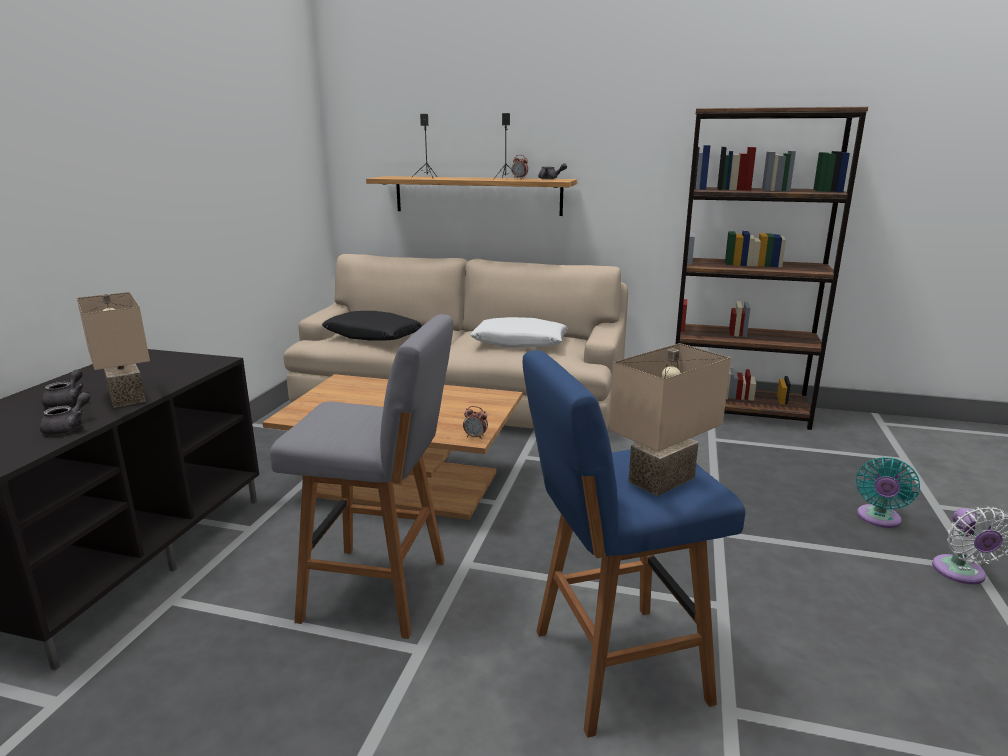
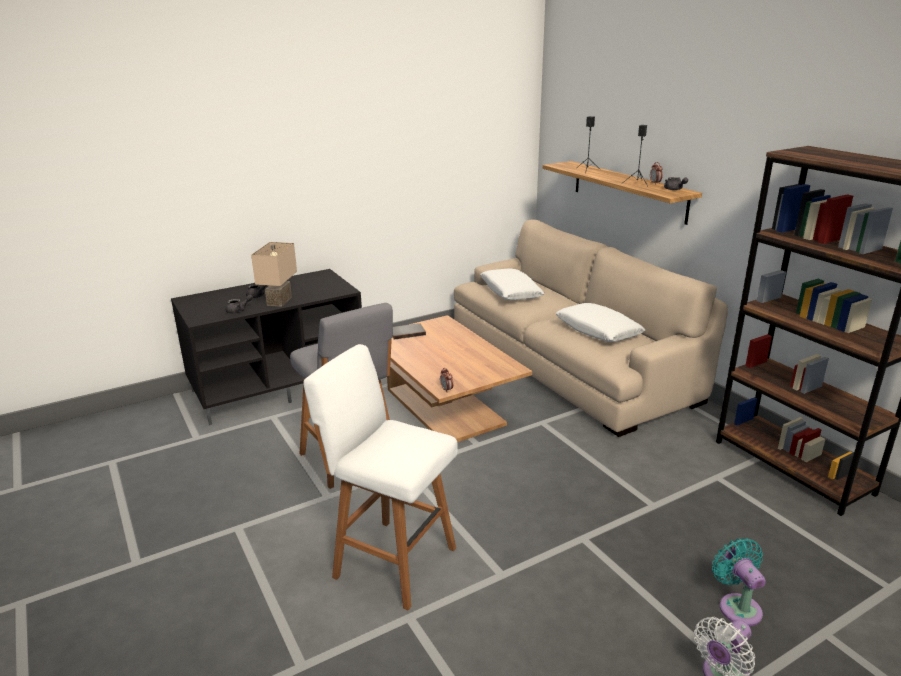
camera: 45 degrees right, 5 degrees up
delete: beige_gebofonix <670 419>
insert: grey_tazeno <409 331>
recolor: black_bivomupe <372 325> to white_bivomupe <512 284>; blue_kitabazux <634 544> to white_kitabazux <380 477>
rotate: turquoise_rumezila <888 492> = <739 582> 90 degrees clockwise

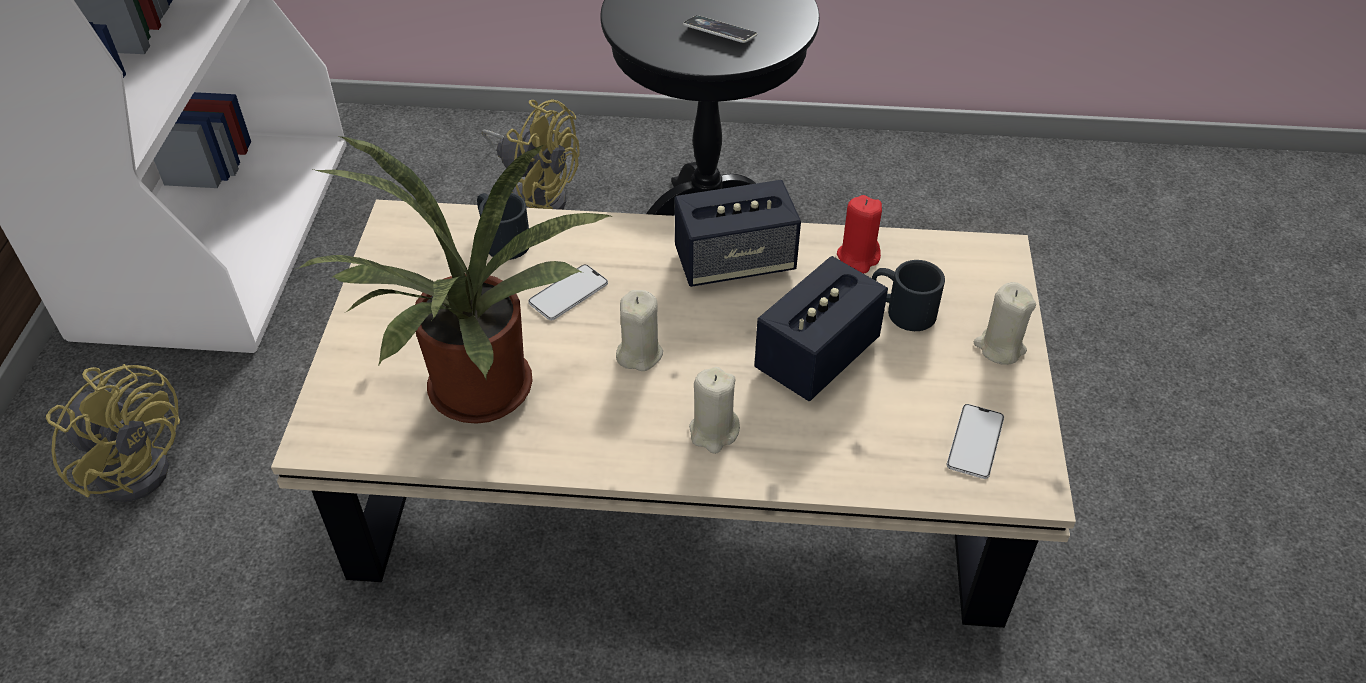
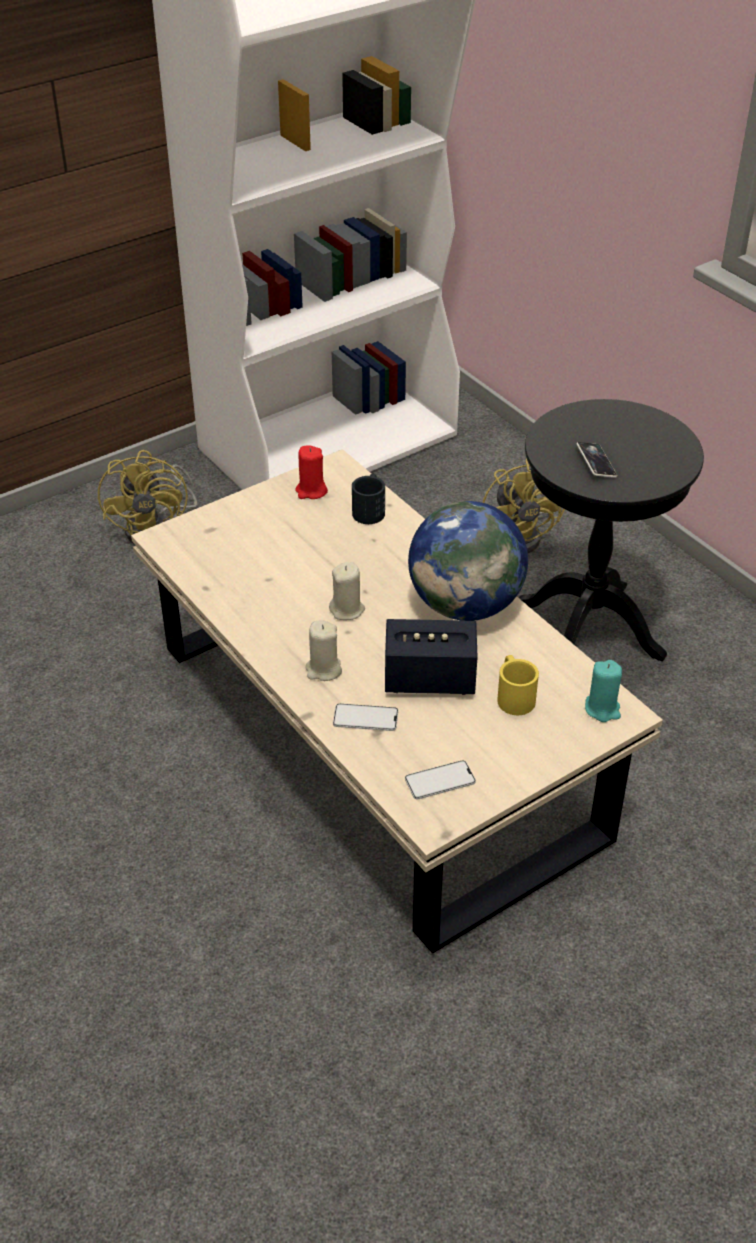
camera: 50 degrees right, 5 degrees down
delete: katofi <454 280>; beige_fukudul <1005 323>
insert: turquoise_fukudul <603 691>
move: red_fukudul <859 234> to <311 472>; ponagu <568 292> to <365 717>
replace: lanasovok <738 233> to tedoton <468 561>
recolor: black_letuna <908 295> to yellow_letuna <518 685>

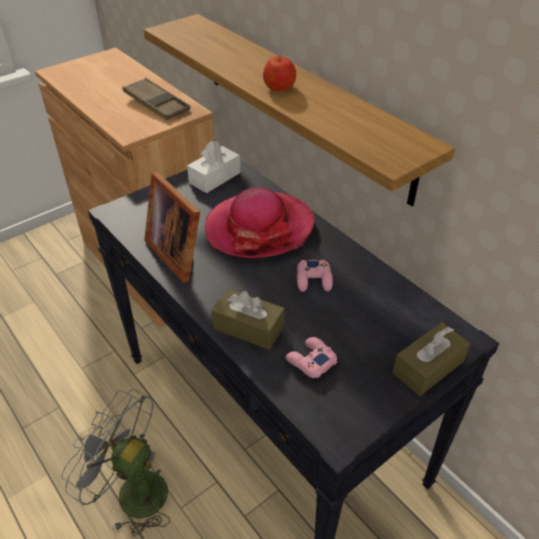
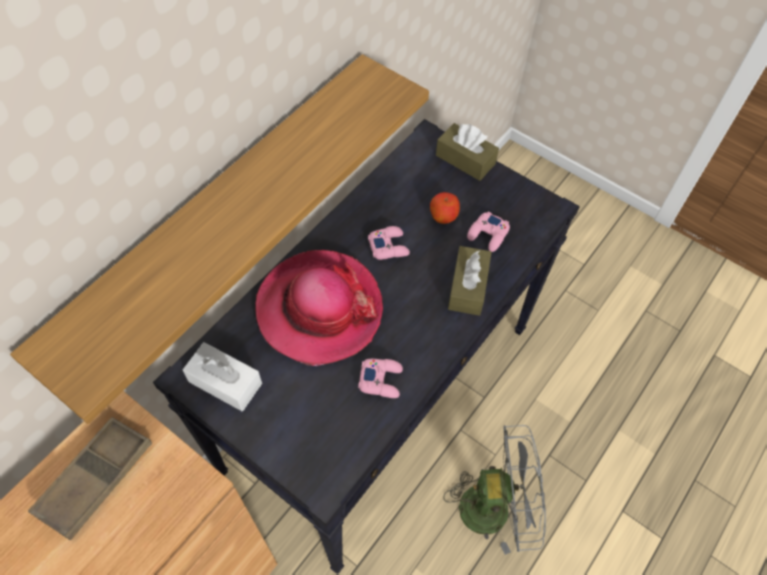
camera: 105 degrees left, 15 degrees up
move: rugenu <279 73> to <445 208>
replace: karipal <172 227> to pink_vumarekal <380 378>
rotate: grey_rumezila <115 463> = <495 490> 105 degrees counterclockwise

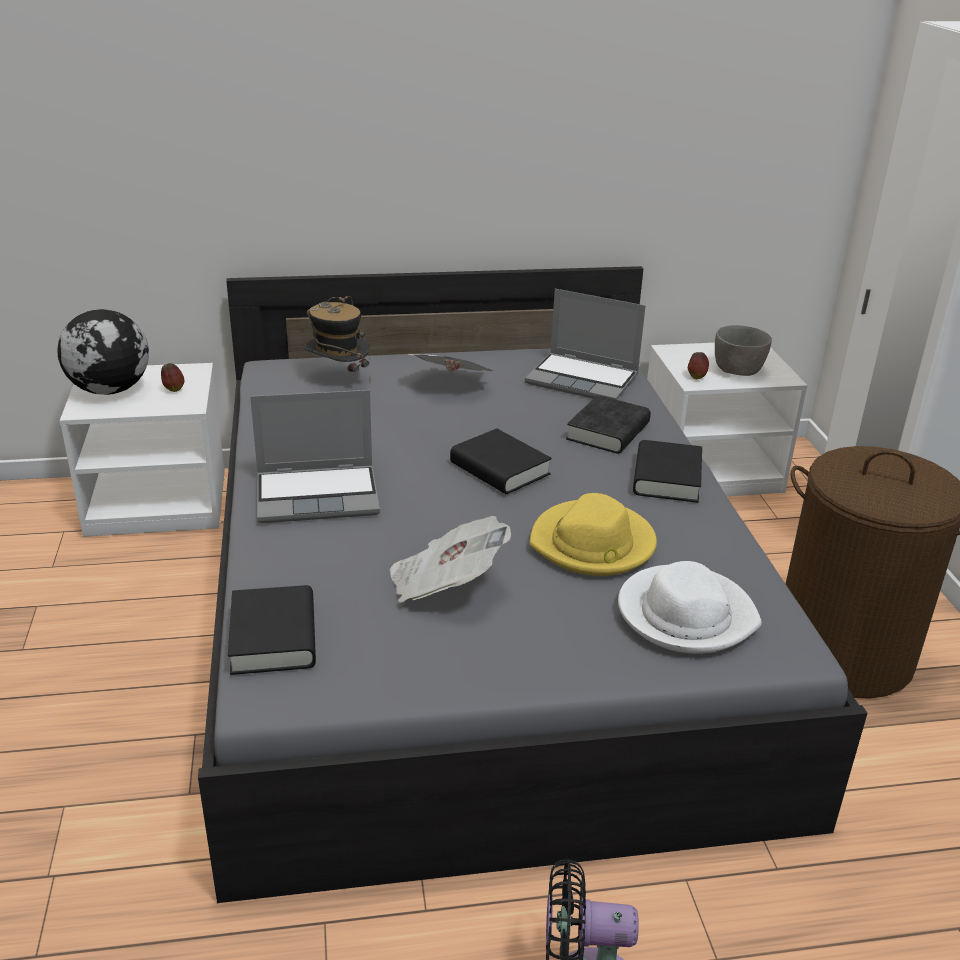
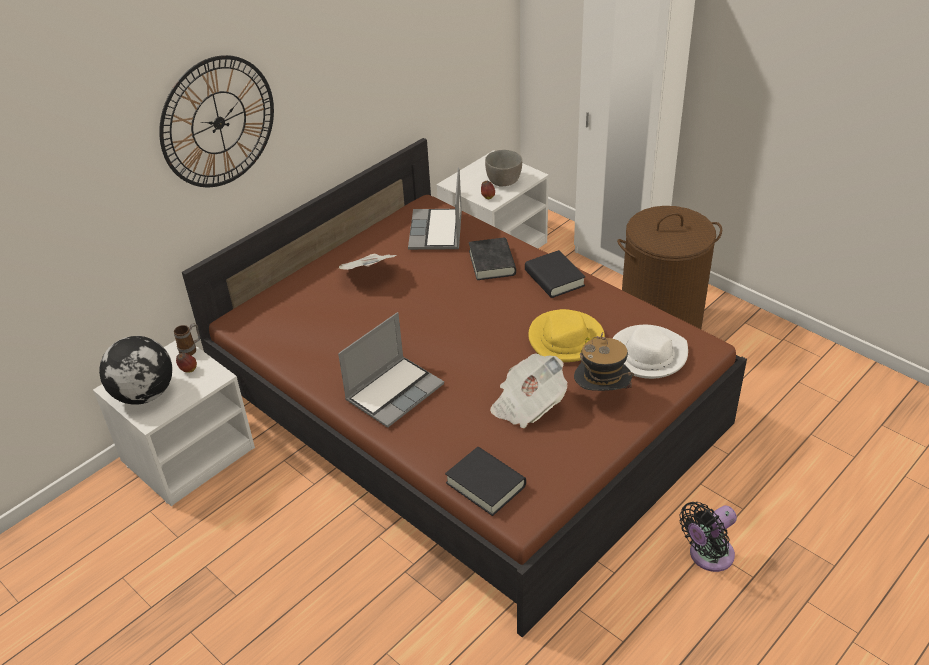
camera: 35 degrees left, 10 degrees up
delete: black_tazeno <501 461>
insert: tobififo <216 121>; letuna <187 339>
move: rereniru <337 338> to <604 361>
recolor: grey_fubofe <532 584> to brown_fubofe <464 388>
rotate: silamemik <585 344> = <435 208> 105 degrees clockwise

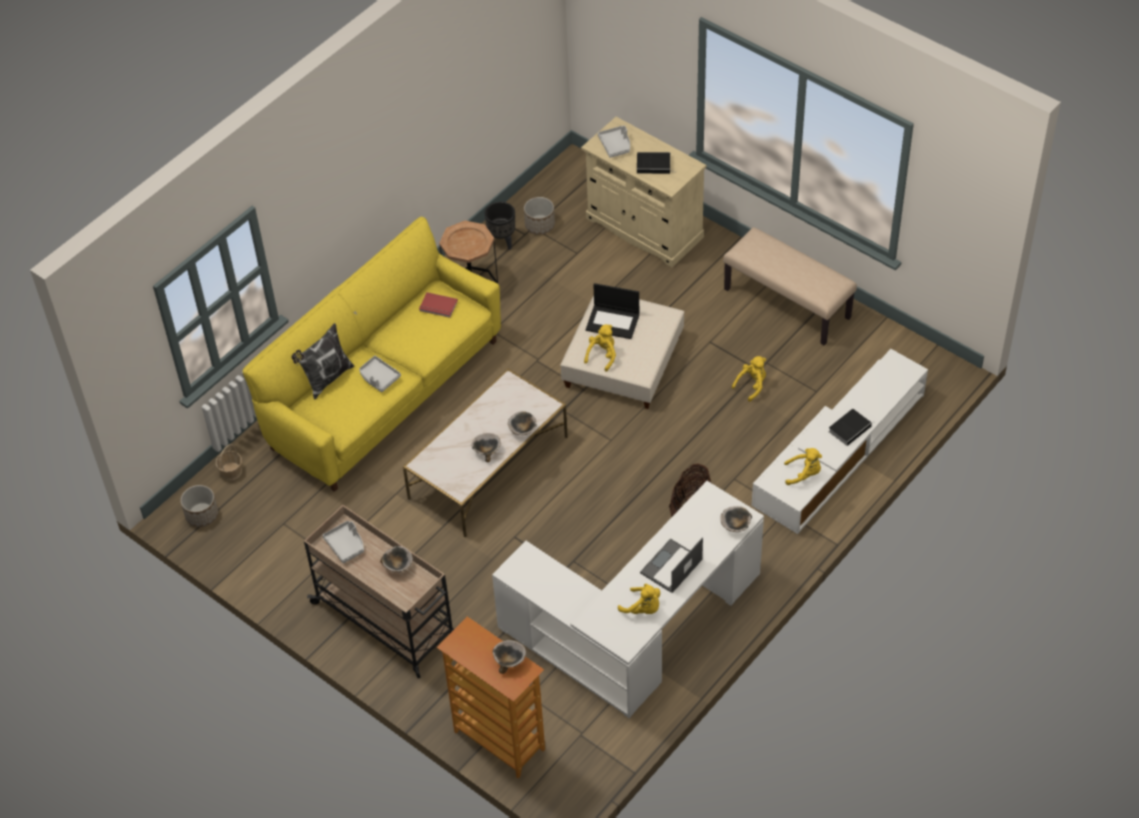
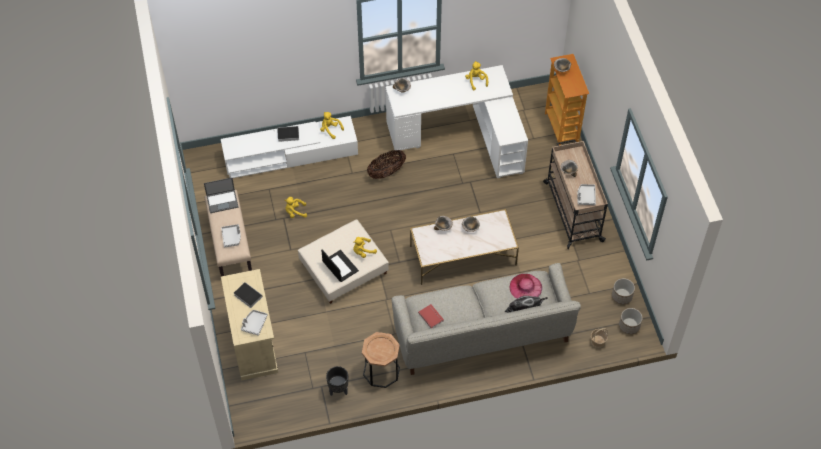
camera: 145 degrees left, 5 degrees up
insert: pink_rereniru <526 286>
move: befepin <539 216> to <623 291>; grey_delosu <380 374> to <231 235>; silamemik <671 565> to <221 195>
recolor: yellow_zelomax <371 354> to grey_zelomax <486 319>

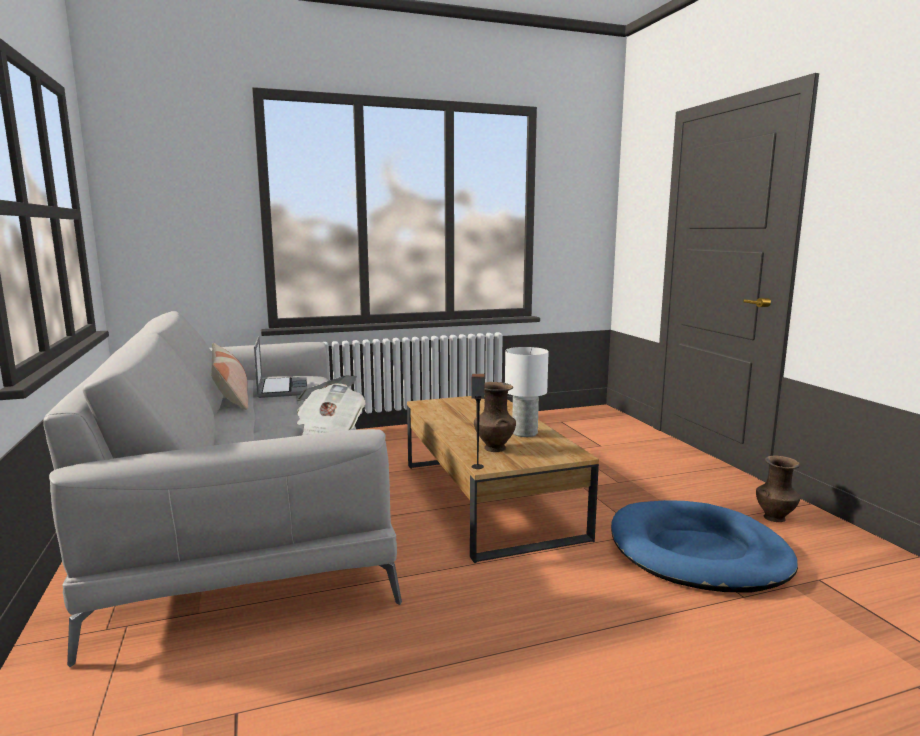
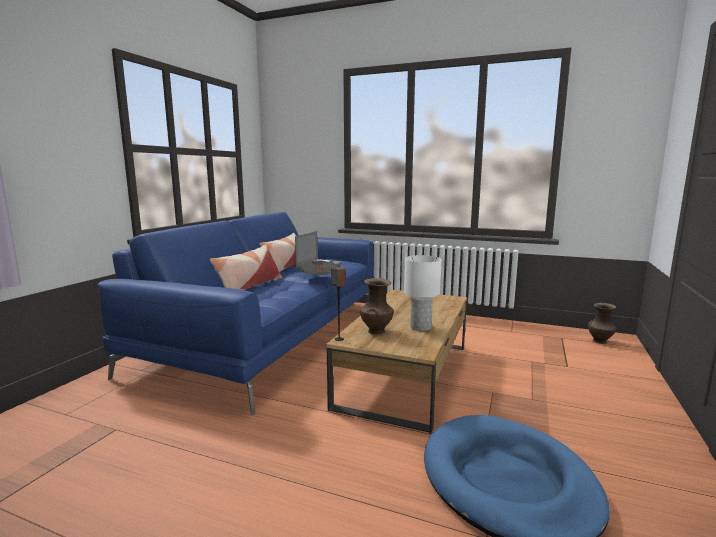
camera: 40 degrees right, 0 degrees up
delete: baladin <331 409>
insert: bivomupe <246 267>
move: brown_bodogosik <778 489> to <602 323>
recolor: grey_zelomax <222 489> to blue_zelomax <236 313>

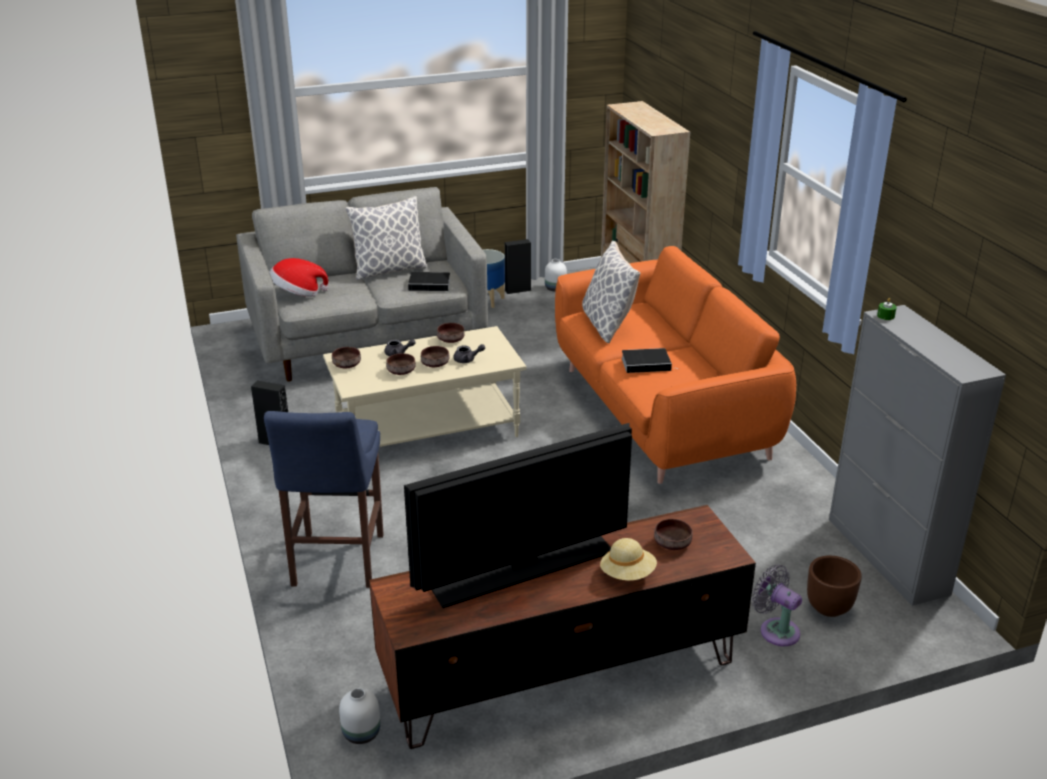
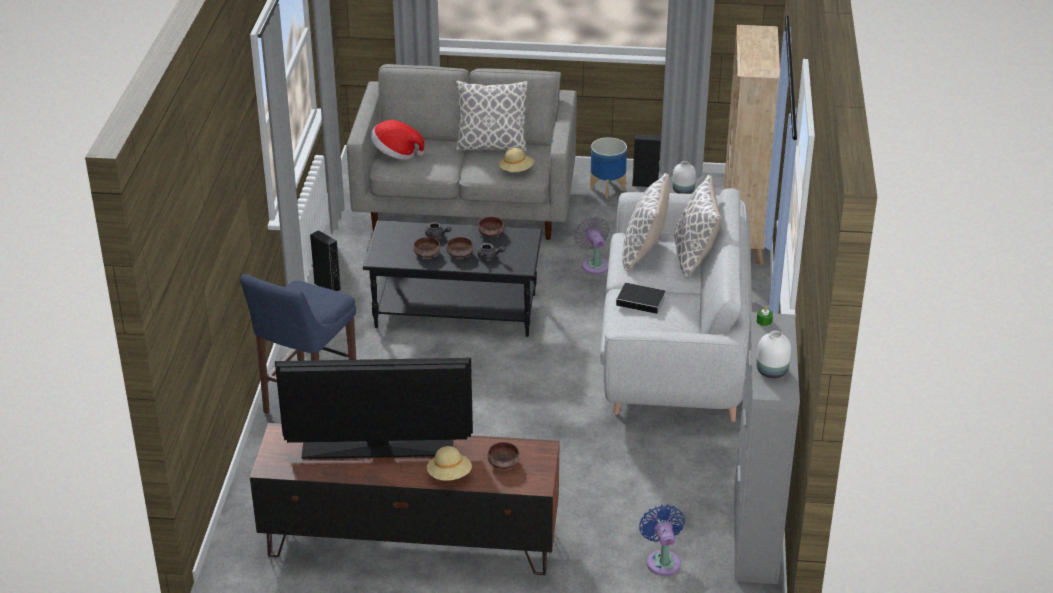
camera: 25 degrees right, 5 degrees up
delete: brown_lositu <346 357>
insert: bivomupe <697 226>
move: grey_rumezila <777 605> to <591 245>; white_bodogosik <359 716> to <773 354>
replace: tazeno <432 281> to beige_rereniru <516 160>; brown_befepin <834 586> to blue_rumezila <662 540>
recolor: orange_zelomax <675 365> to grey_zelomax <676 305>; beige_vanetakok <425 386> to black_vanetakok <452 278>

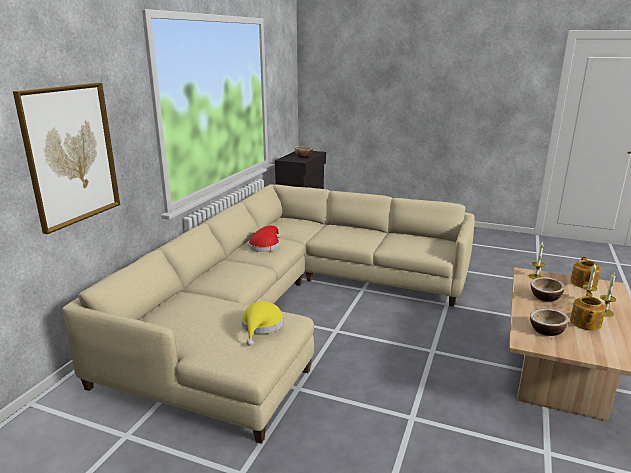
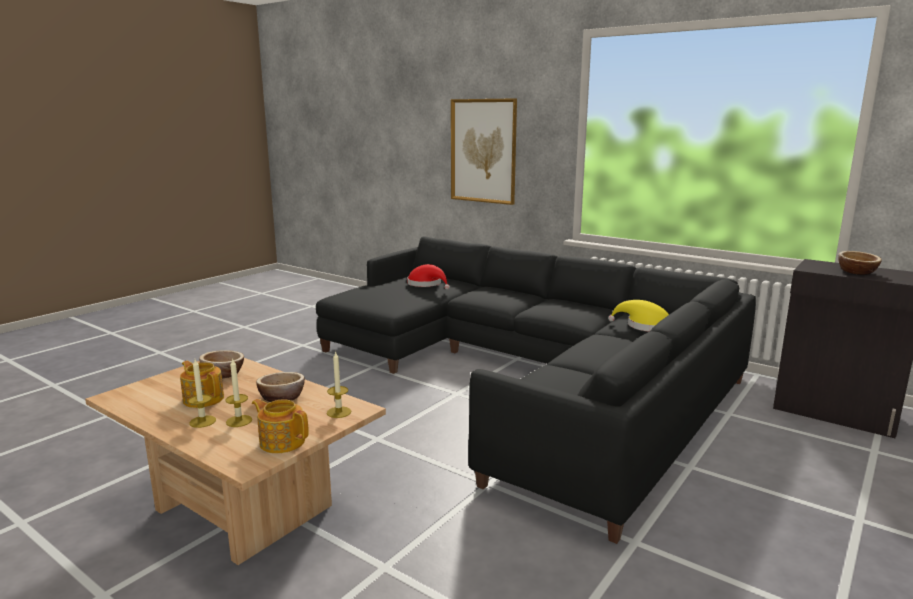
camera: 105 degrees right, 5 degrees down
move: red_rereniru <264 238> to <428 277>; yellow_rereniru <262 323> to <638 316>
recolor: beige_zelomax <268 314> to black_zelomax <536 390>

